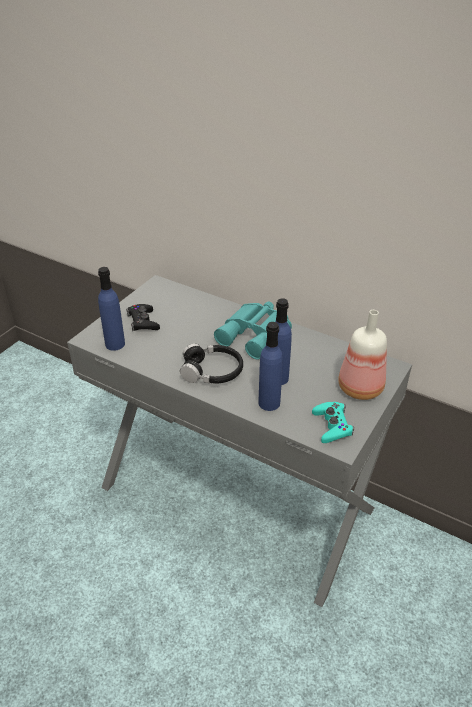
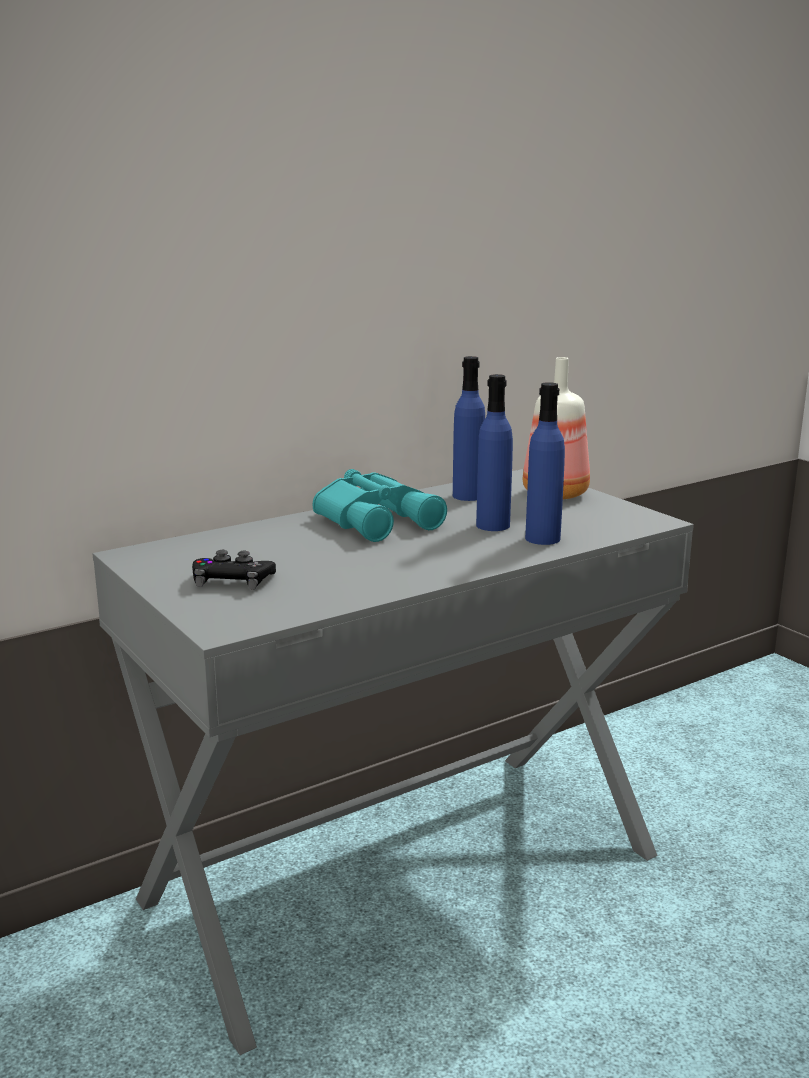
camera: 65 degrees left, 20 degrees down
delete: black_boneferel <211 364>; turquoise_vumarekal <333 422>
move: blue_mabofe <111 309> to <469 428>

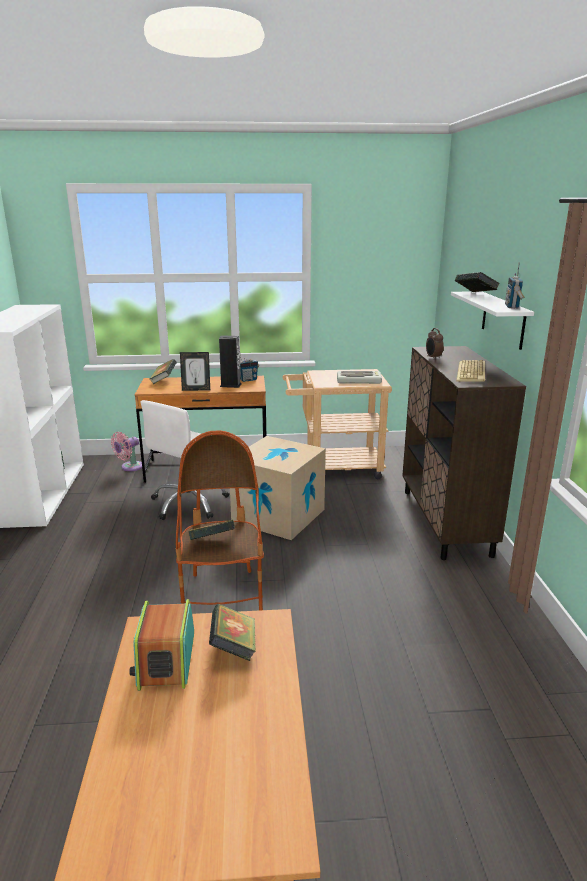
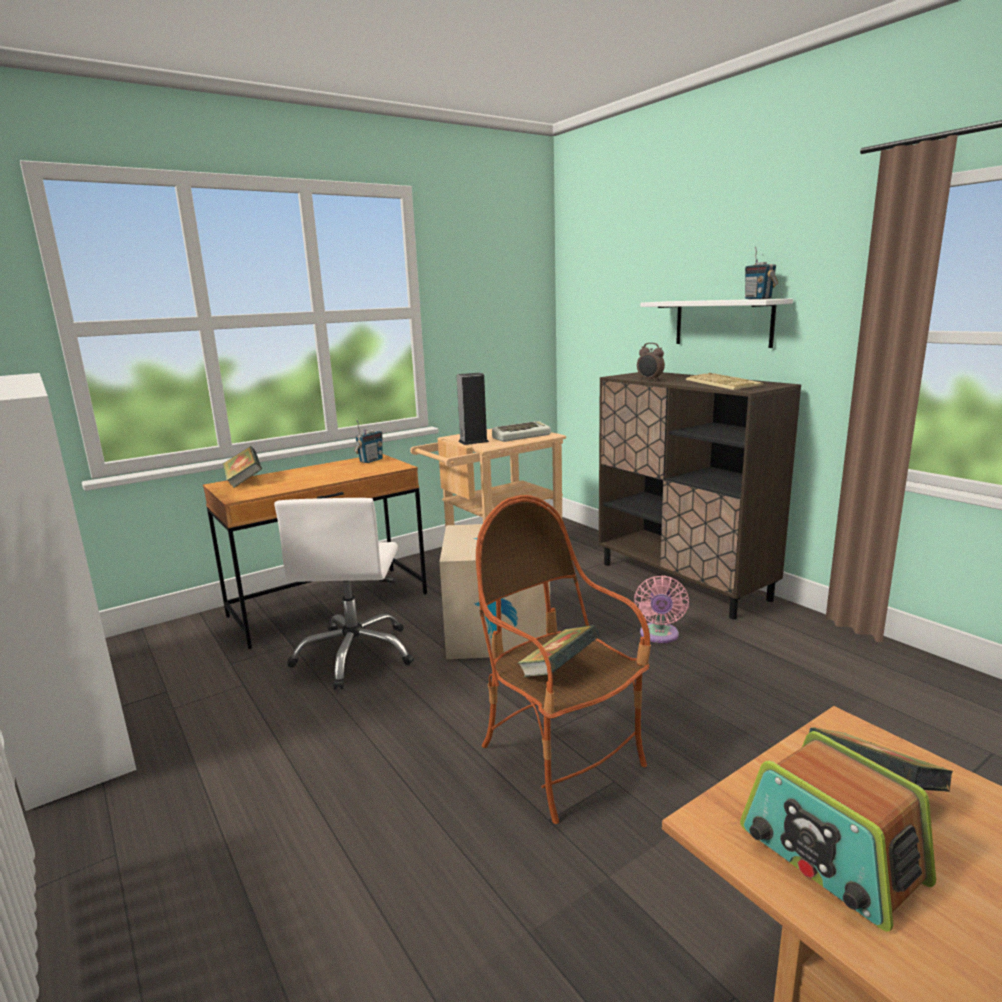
camera: 30 degrees left, 5 degrees down
delete: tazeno <477 282>; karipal <195 371>
move: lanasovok <230 361> to <473 408>; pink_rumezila <126 451> to <661 609>

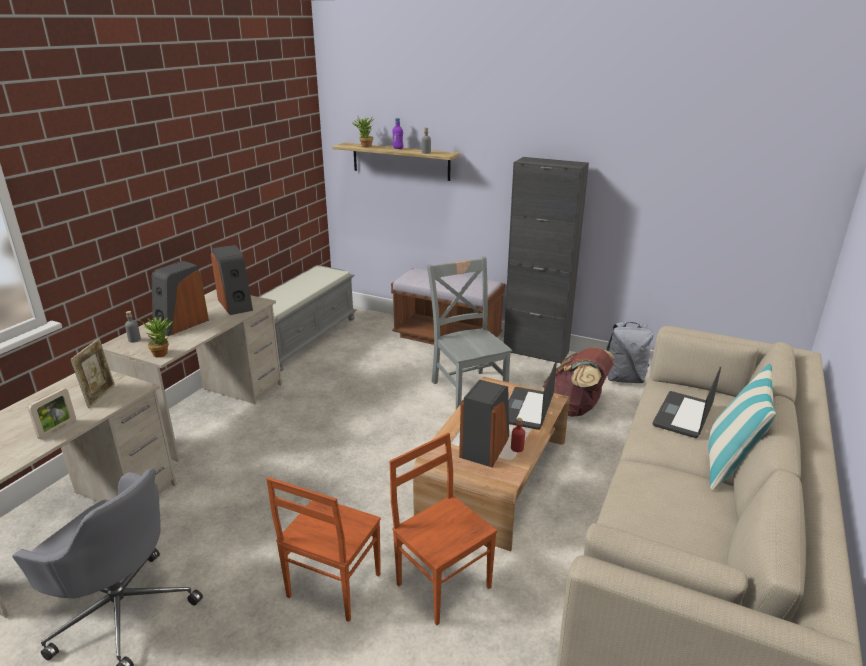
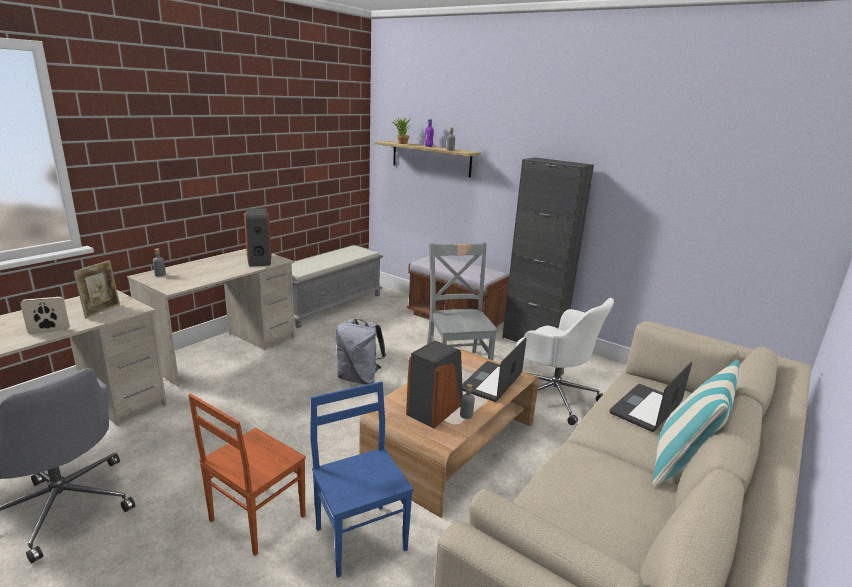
camera: 10 degrees right, 5 degrees down
delete: lanasovok <180 298>; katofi <155 336>
move: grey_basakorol <629 352> to <361 352>
replace: brown_basakorol <578 382> to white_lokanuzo <565 361>
recolor: red_mabofe <518 435> to grey_mabofe <467 401>; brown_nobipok <443 529> to blue_nobipok <362 479>
rotate: karipal <52 414> = <45 315> 150 degrees counterclockwise

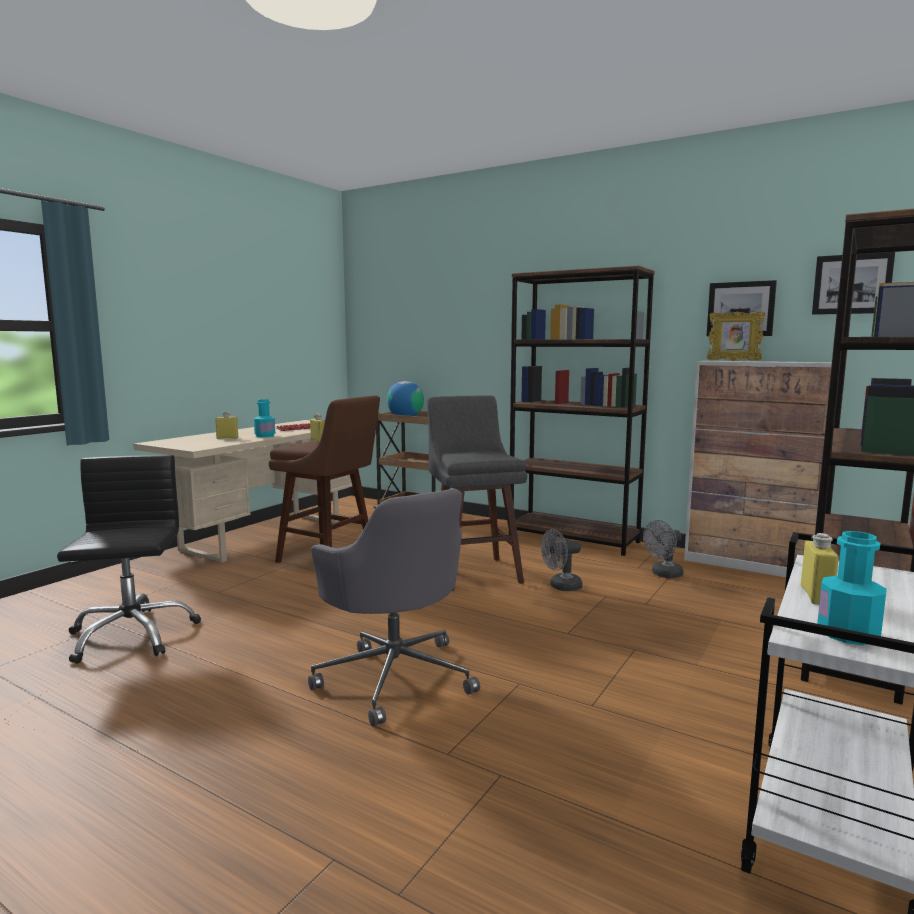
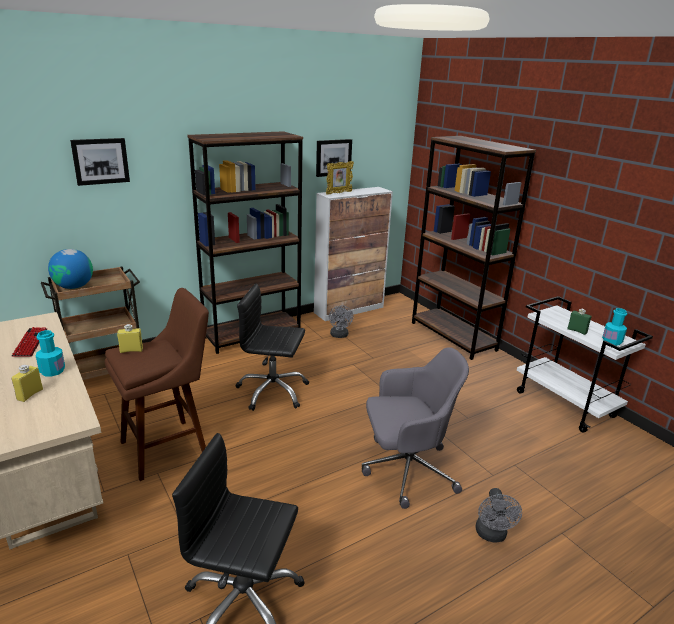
camera: 65 degrees left, 15 degrees up
move: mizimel <853 283> to <100 162>; grey_rumezila <561 560> to <498 515>
replace: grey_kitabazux <477 493> to black_lokanuzo <272 347>
recolor: yellow_mabofe <820 569> to green_mabofe <579 322>

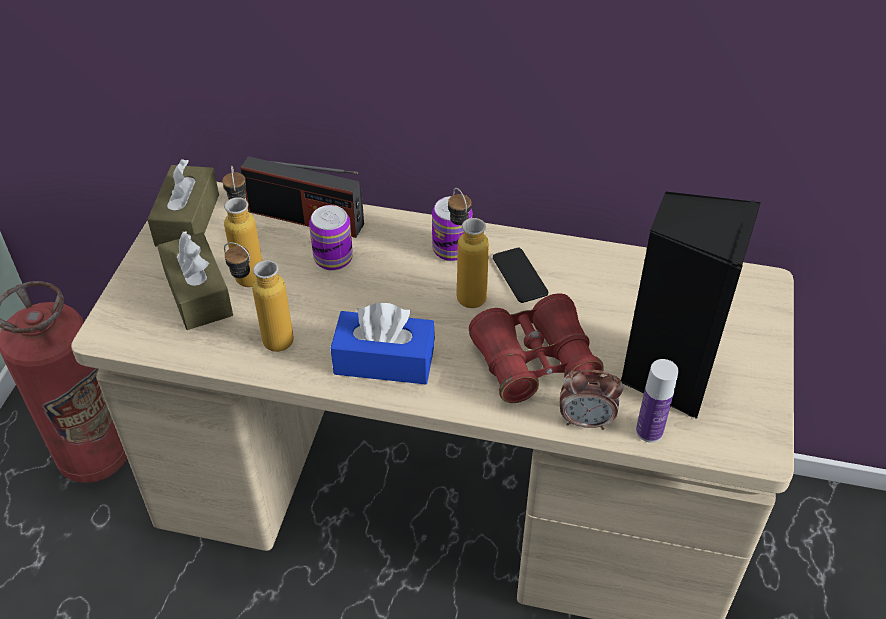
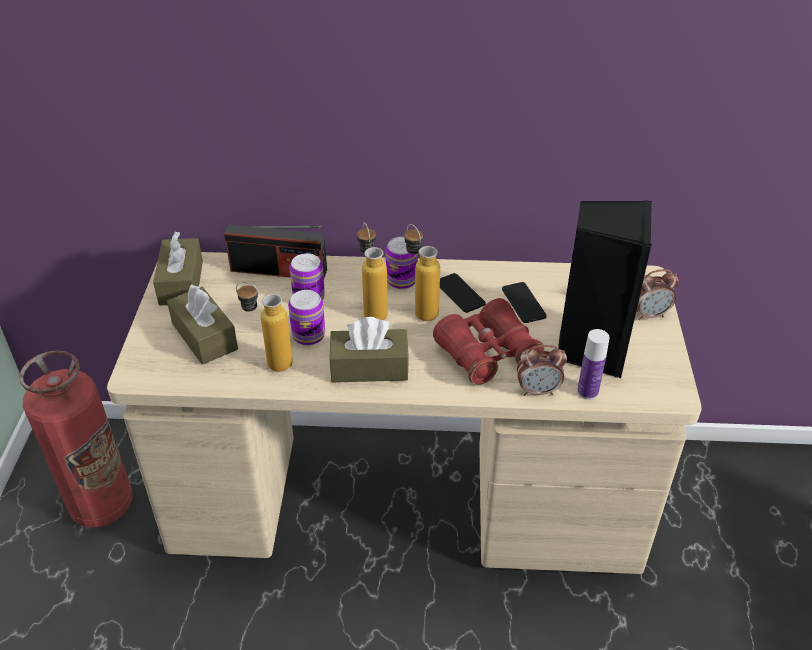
camera: 10 degrees left, 5 degrees down
insert: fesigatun <657 294>; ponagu <524 302>; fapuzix <306 318>
move: mabofe <242 226> to <372 271>
recolor: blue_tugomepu <382 343> to brown_tugomepu <369 350>

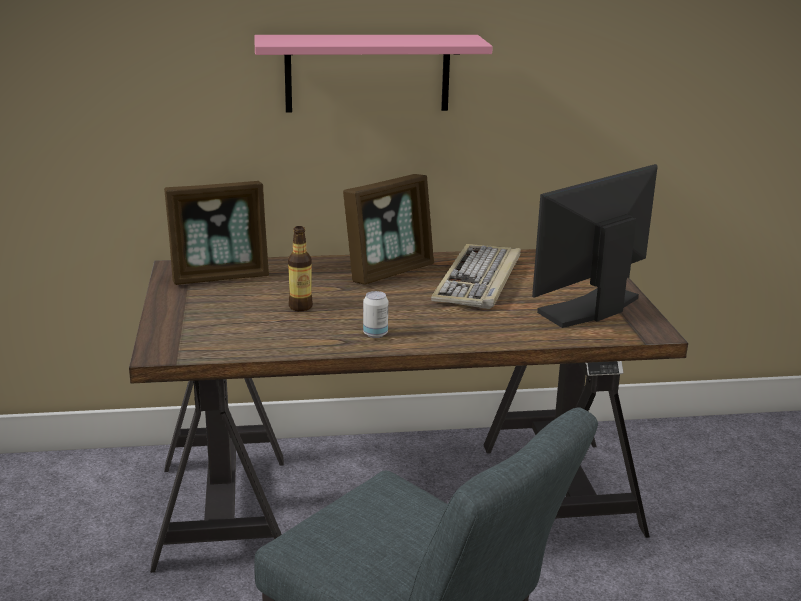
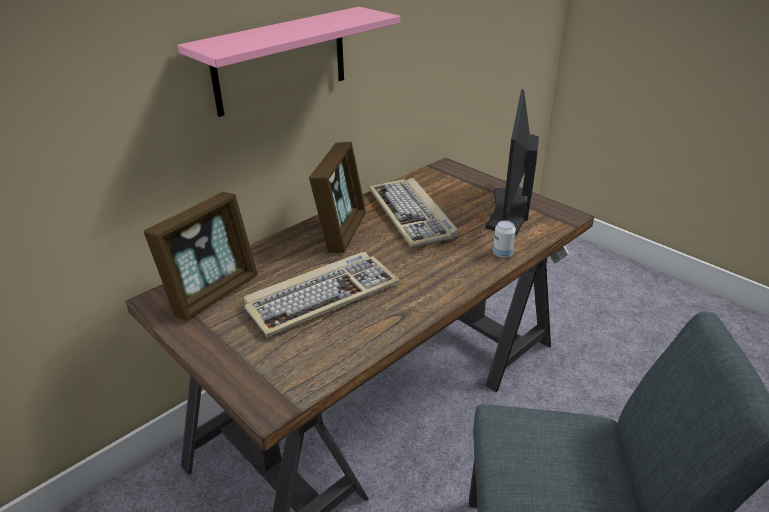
camera: 35 degrees left, 10 degrees up
move: fapuzix <375 314> to <504 239>
replace: mabofe <300 268> to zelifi <322 294>

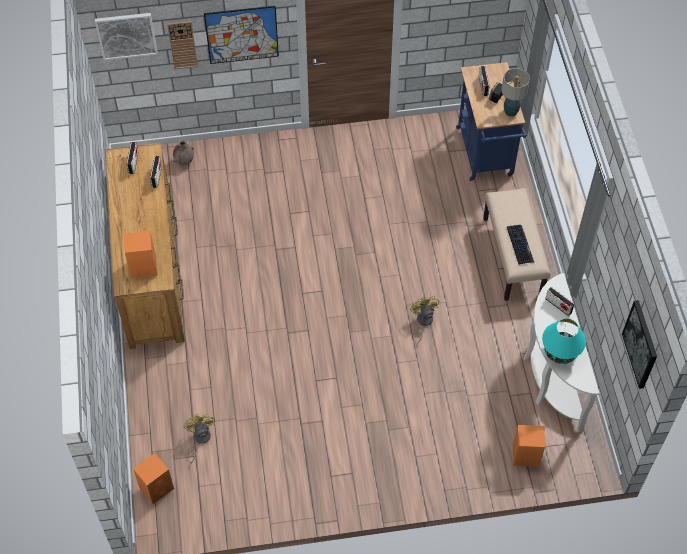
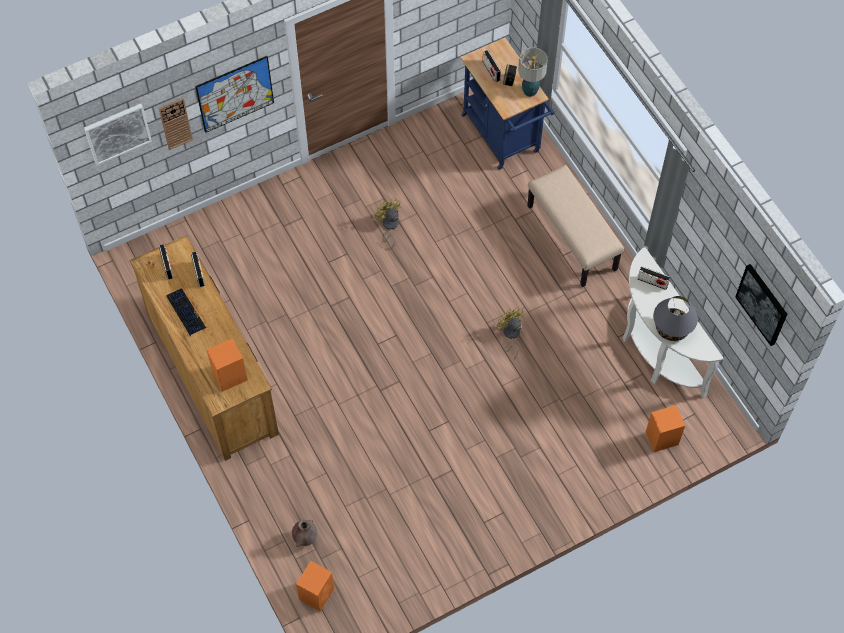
camera: 20 degrees left, 5 degrees up
move: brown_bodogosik <183 152> to <304 533>; zelifi <521 244> to <186 311>; yellow_rumezila <199 438> to <388 223>
recolor: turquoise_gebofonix <564 341> to grey_gebofonix <675 318>

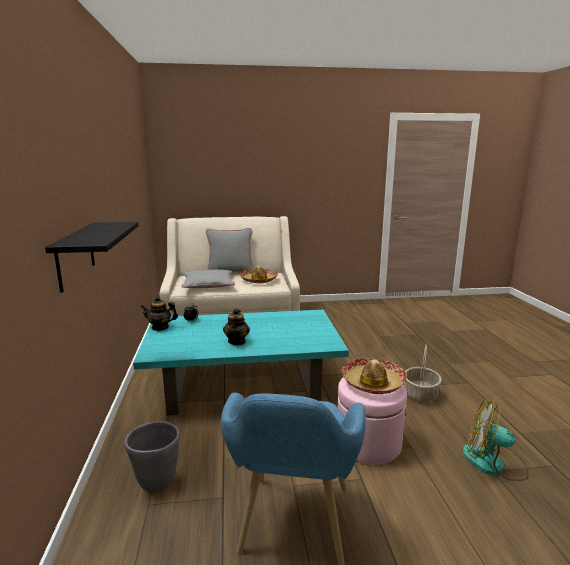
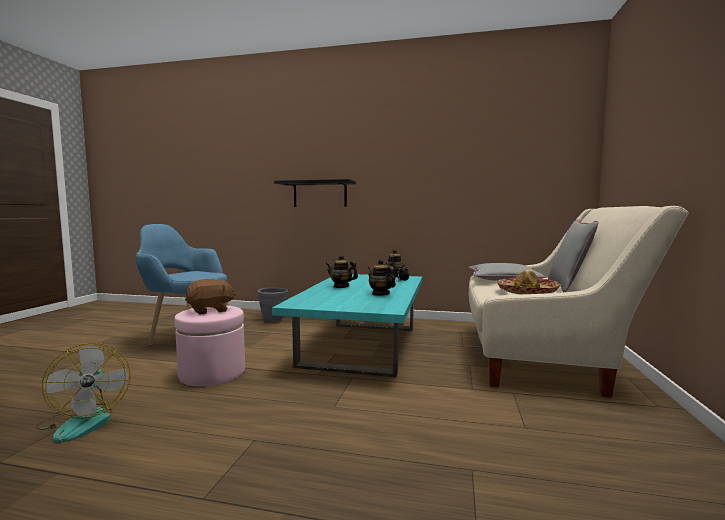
camera: 110 degrees right, 10 degrees down
delete: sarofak <423 373>
insert: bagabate <382 277>
replace: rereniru <374 376> to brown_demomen <210 297>
rotate: rumezila <496 440> = <82 393> 105 degrees clockwise

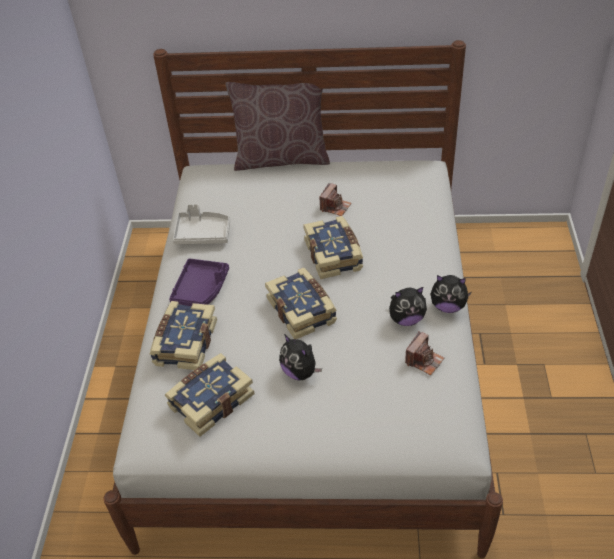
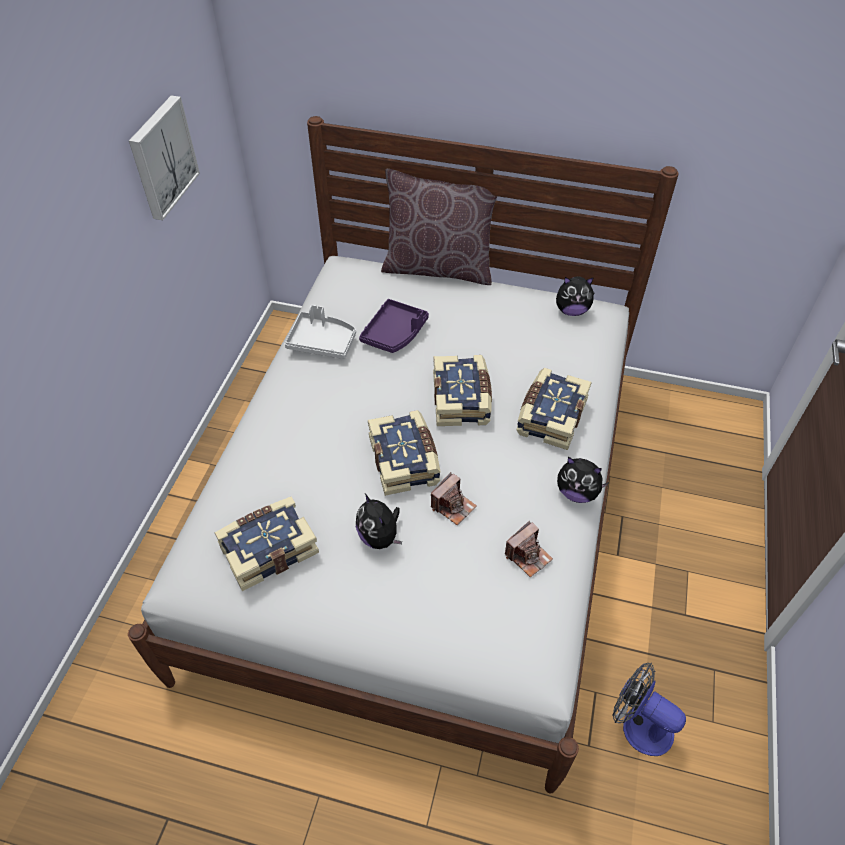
camera: 10 degrees right, 5 degrees up
insert: mizimel <164 157>; rumezila <649 709>
move: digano <335 199> to <454 498>; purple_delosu <199 282> to <394 326>; demomen <408 306> to <575 296>; tazeno <183 335> to <554 409>

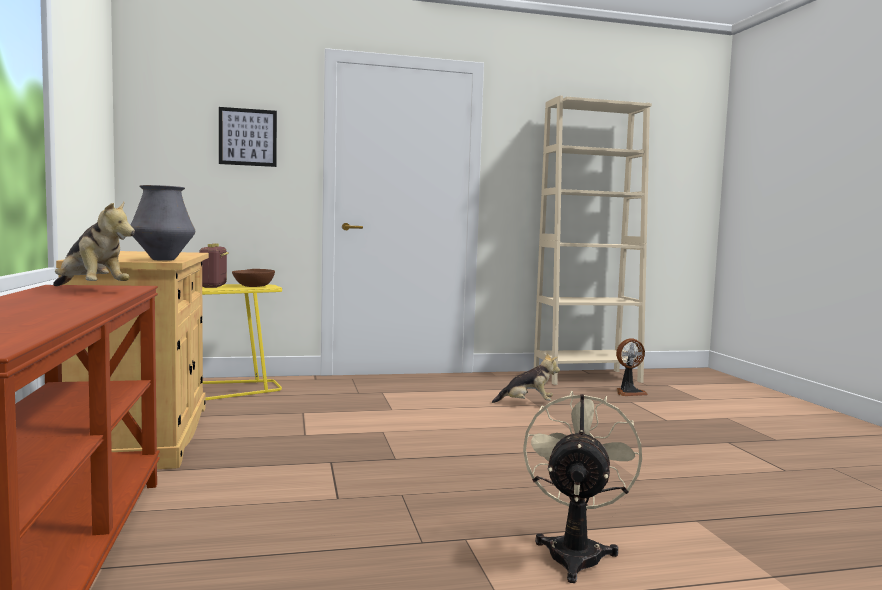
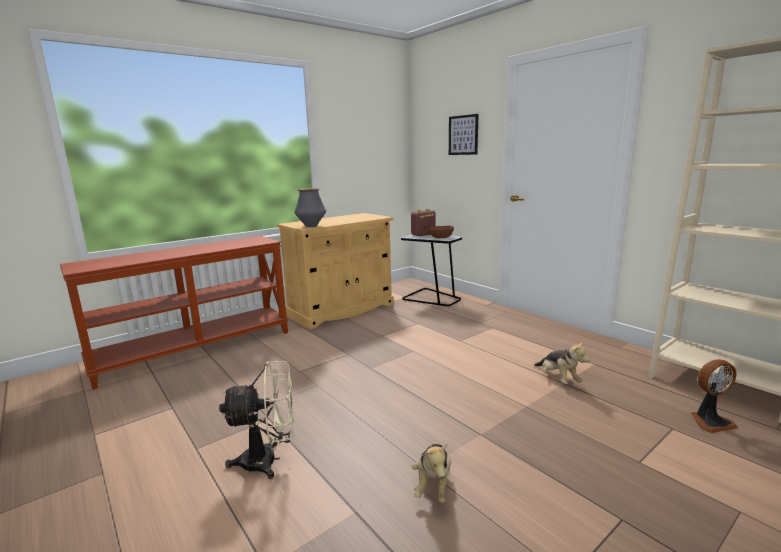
camera: 65 degrees right, 10 degrees up
move: demomen <94 244> to <431 473>
recolor: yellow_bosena <242 342> to black_bosena <431 270>
rotate: rumezila <632 367> = <714 396> 60 degrees counterclockwise

